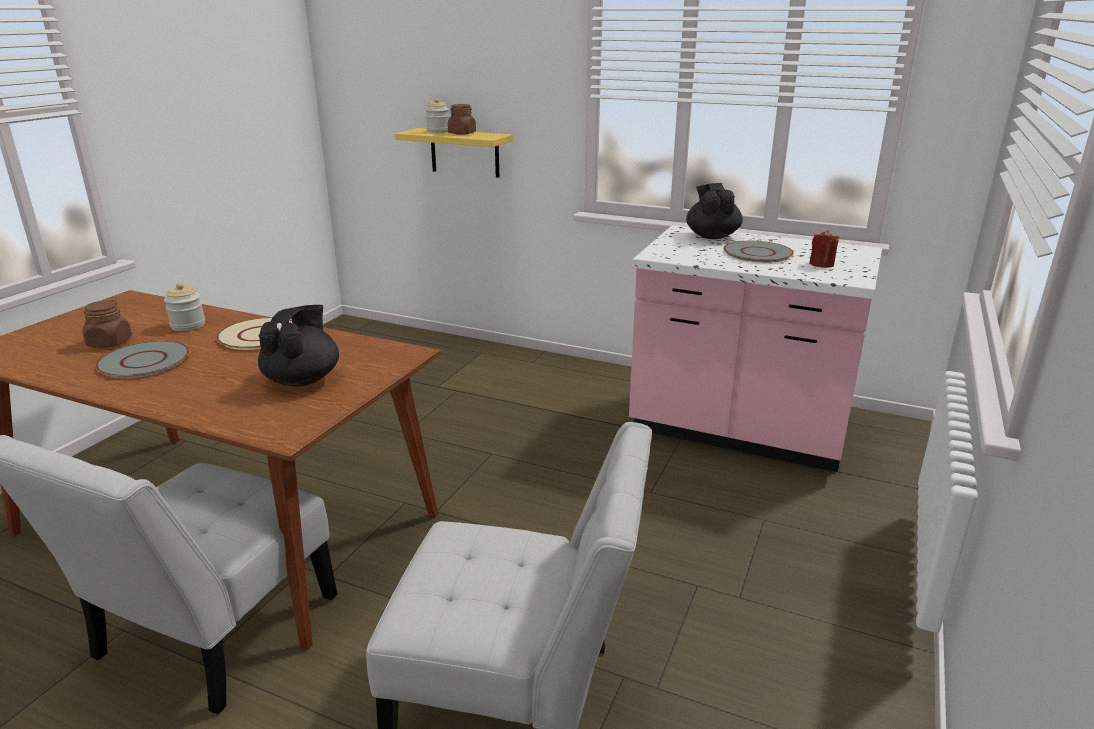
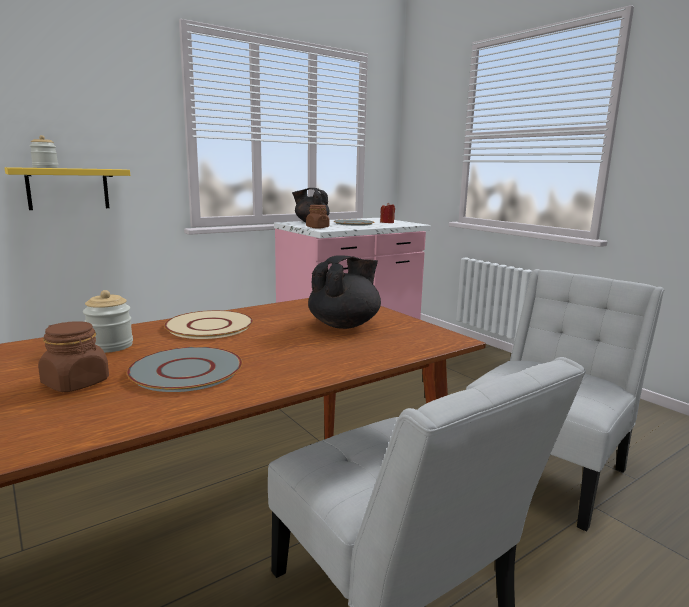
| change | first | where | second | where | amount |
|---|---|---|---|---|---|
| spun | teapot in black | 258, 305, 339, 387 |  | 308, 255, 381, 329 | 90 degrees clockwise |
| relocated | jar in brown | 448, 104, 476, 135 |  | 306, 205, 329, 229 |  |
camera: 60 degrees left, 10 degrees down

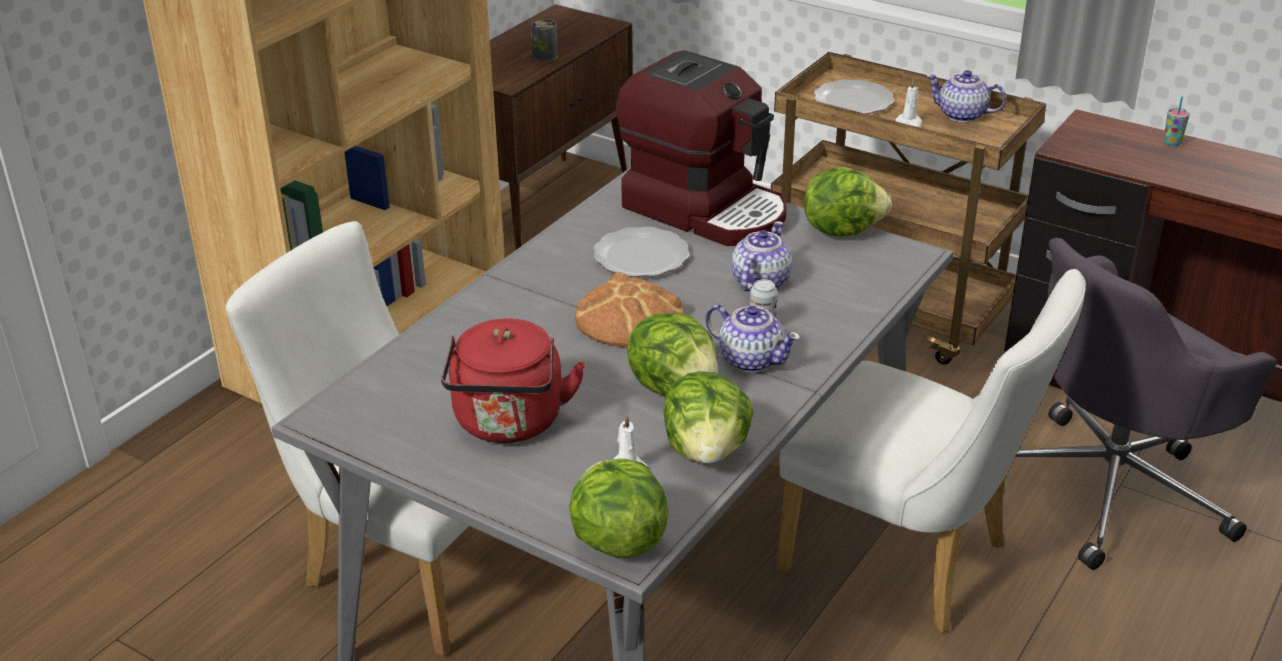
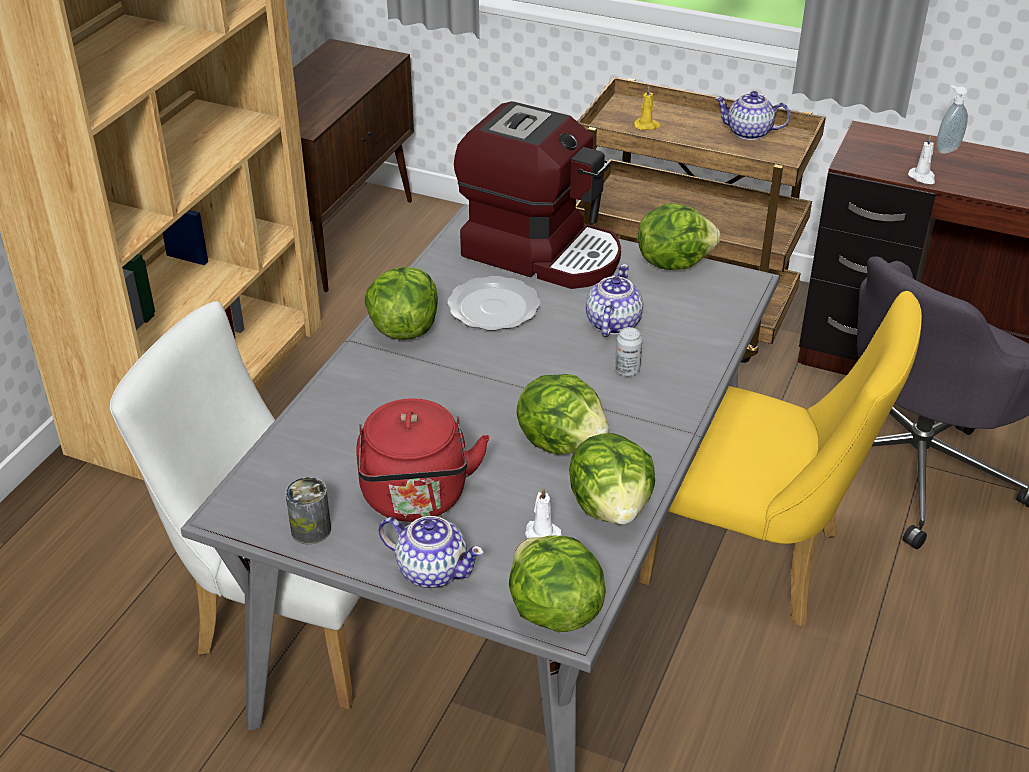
| change | first | where | second | where | amount |
|---|---|---|---|---|---|
| relocated | can | 531, 19, 558, 62 |  | 285, 477, 331, 544 |  |
| missing | bread | 575, 272, 685, 348 |  |  |  |
| relocated | teapot | 705, 305, 800, 373 |  | 378, 516, 484, 588 |  |
| colour | chair in white | 777, 269, 1086, 633 | chair in yellow | 639, 291, 922, 627 |  |
| exchanged | plate | 814, 80, 894, 114 | candle in yellow | 634, 86, 661, 130 |  |
| relocated | candle in white | 896, 78, 922, 127 |  | 908, 135, 935, 184 |  |
| exchanged | cup | 1164, 97, 1190, 147 | soap dispenser | 936, 85, 968, 154 |  |
| appeared |  |  | lettuce | 364, 267, 438, 340 |  |
camera: 10 degrees left, 5 degrees up

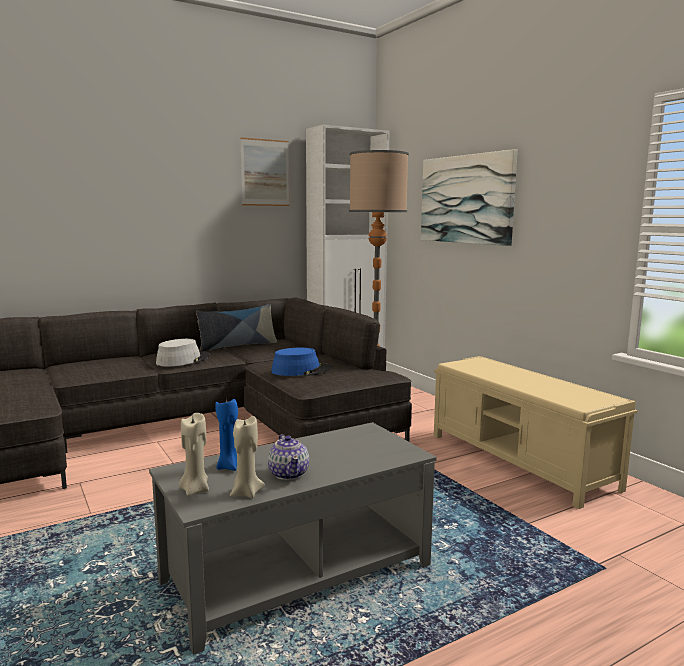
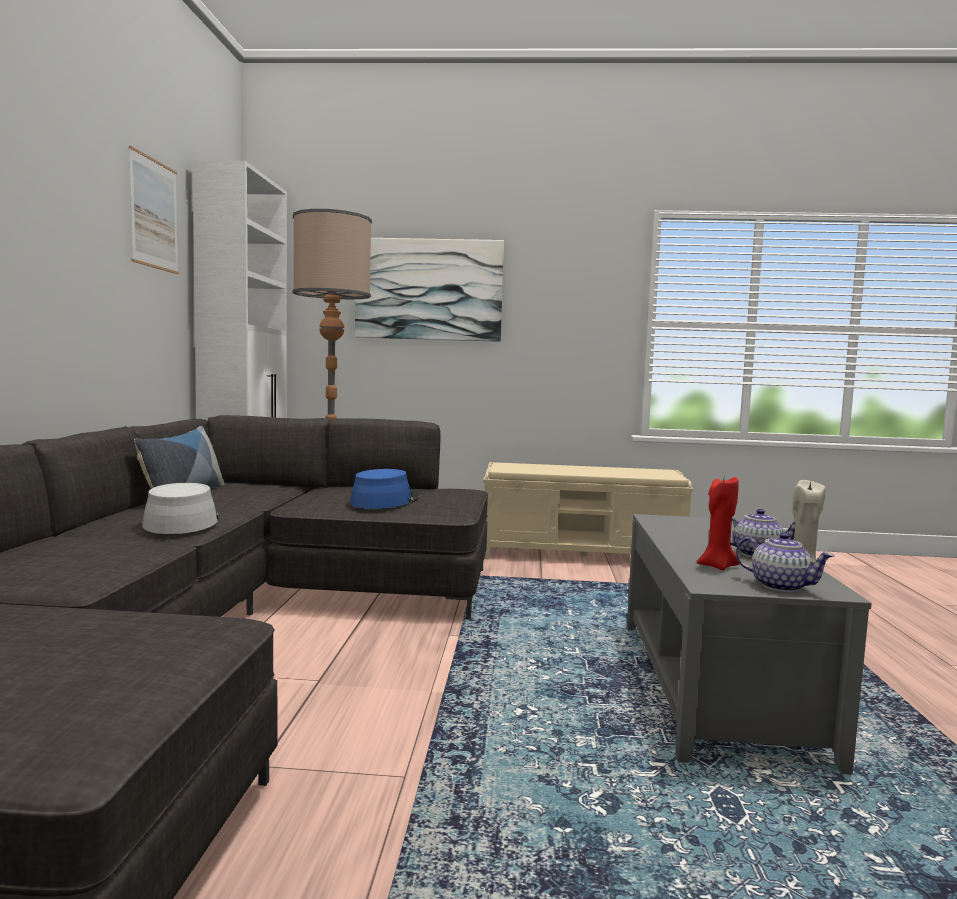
| change | first | where | second | where | amount |
|---|---|---|---|---|---|
| exchanged | candle in beige | 179, 413, 209, 496 | teapot | 736, 532, 834, 592 |  |
| colour | candle in blue | 215, 398, 238, 471 | candle in red | 697, 477, 740, 570 |  |
camera: 55 degrees left, 5 degrees down

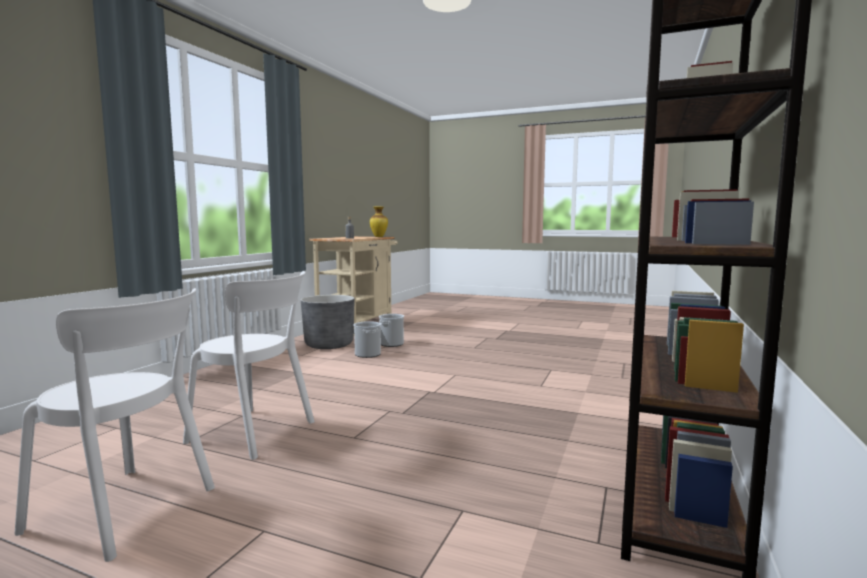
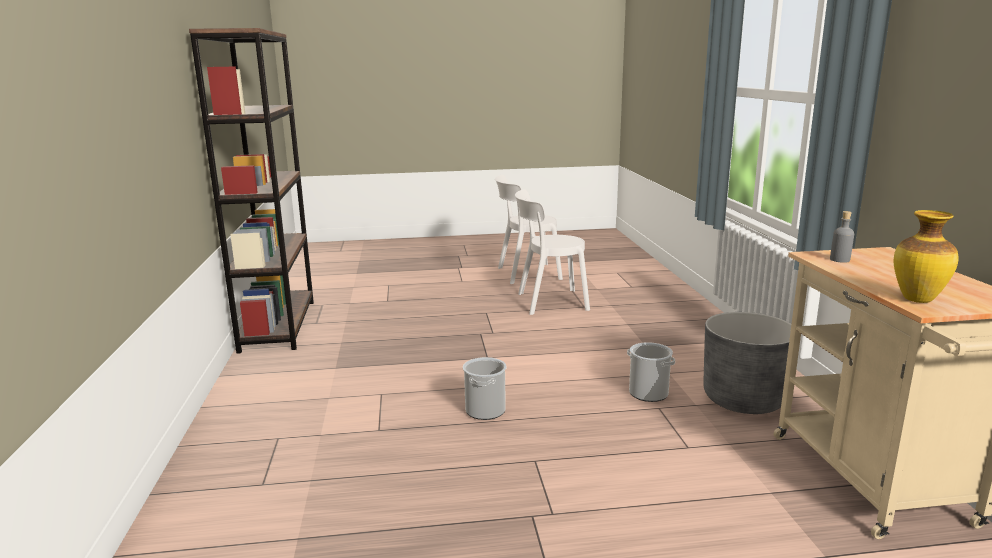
| change | first | where | second | where | amount |
|---|---|---|---|---|---|
| relocated | bucket | 379, 314, 404, 347 |  | 463, 357, 506, 420 |  |
camera: 150 degrees right, 10 degrees up

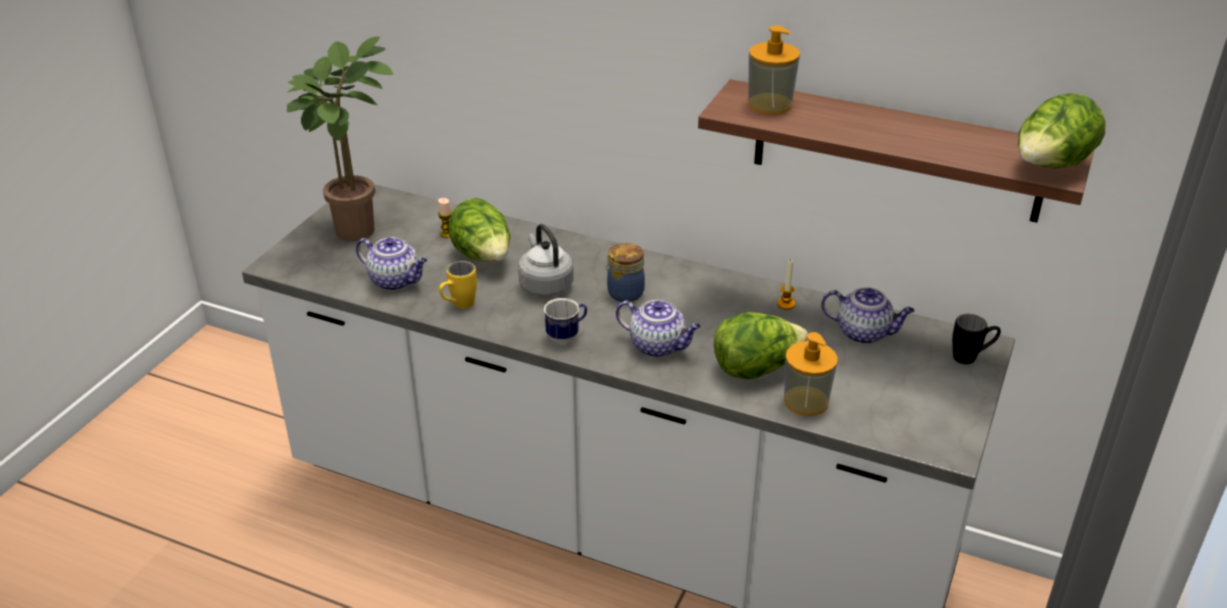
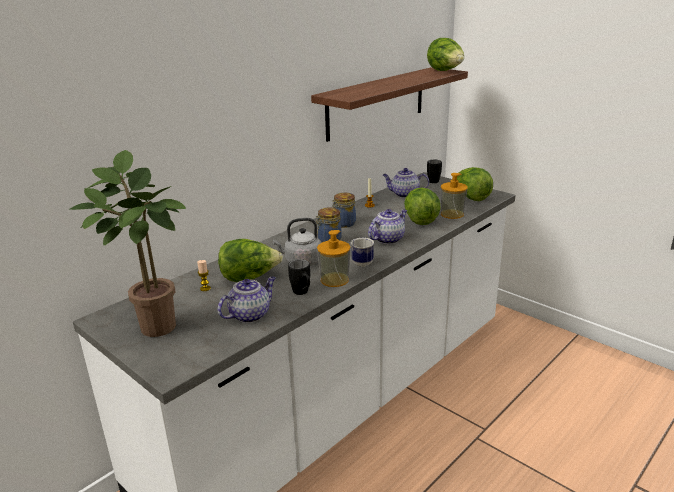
| change | first | where | second | where | amount |
|---|---|---|---|---|---|
| colour | mug in yellow | 439, 261, 477, 309 | mug in black | 288, 259, 310, 295 |  |
| relocated | soap dispenser | 748, 25, 800, 114 |  | 317, 230, 350, 287 |  |
| spun | teapot | 821, 287, 915, 344 |  | 383, 168, 429, 198 | 120 degrees counterclockwise |
| appeared |  |  | jar | 332, 193, 356, 228 |  |
| appeared |  |  | lettuce | 457, 167, 493, 201 |  |
camera: 70 degrees left, 10 degrees down

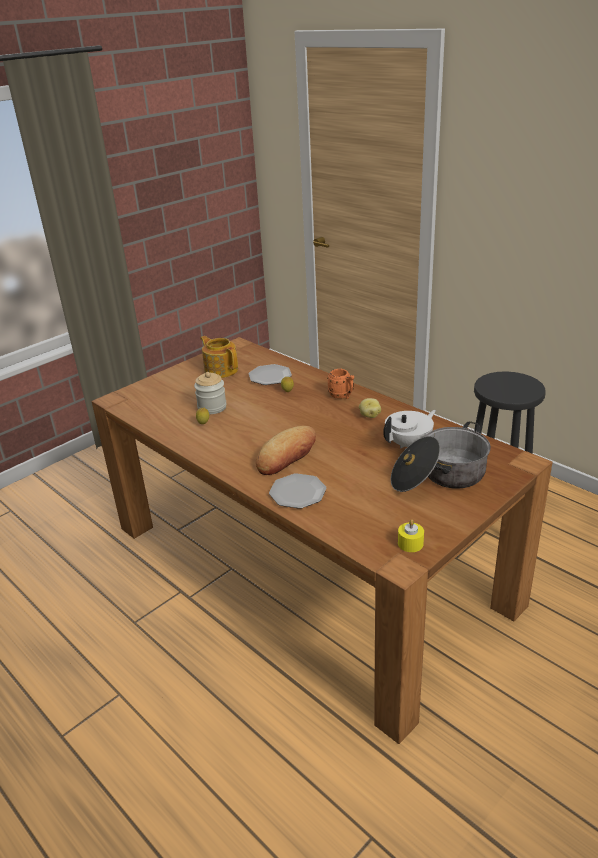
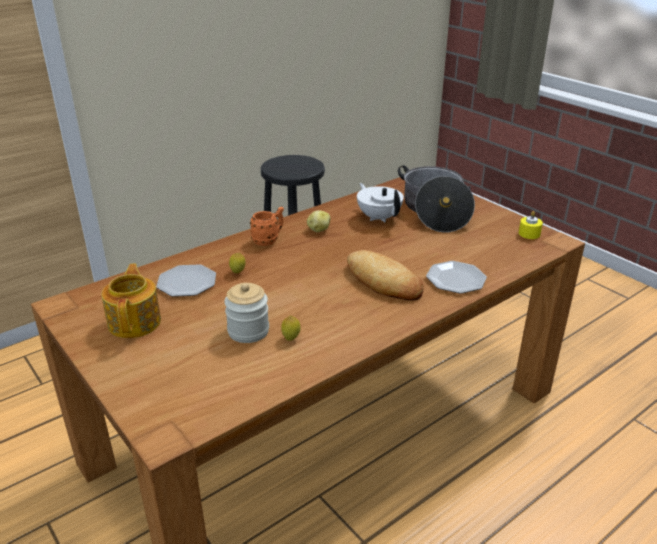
| change | first | where | second | where | amount |
|---|---|---|---|---|---|
| spun | teapot | 200, 336, 238, 378 |  | 101, 264, 161, 338 | 120 degrees clockwise |
camera: 85 degrees left, 0 degrees up

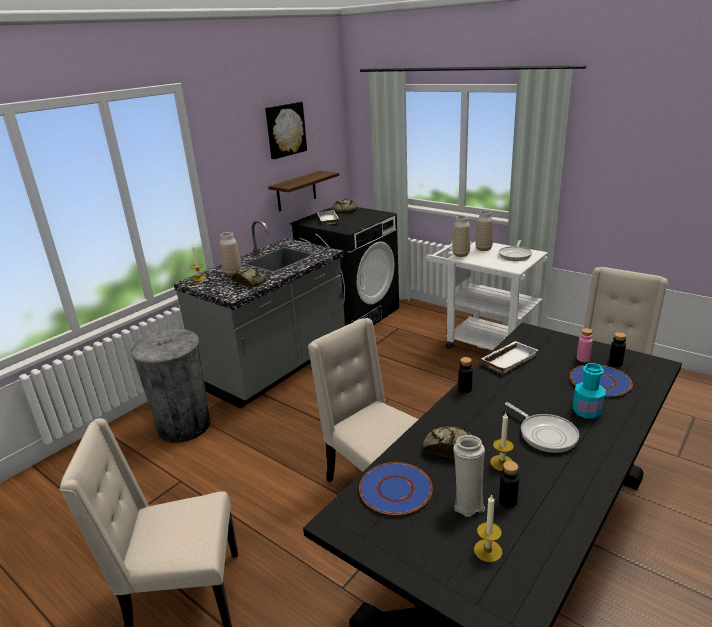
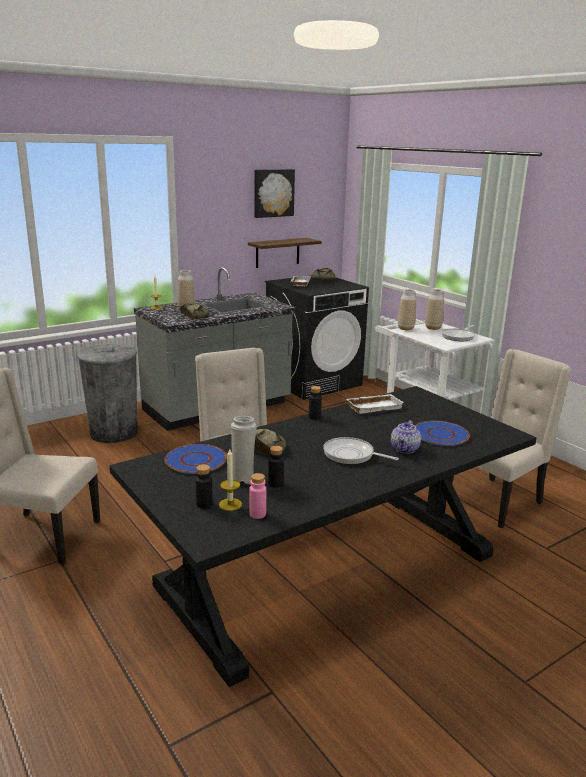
| change | first | where | second | where | amount |
|---|---|---|---|---|---|
| missing | candle | 490, 413, 514, 471 |  |  |  |
| spun | frying pan | 505, 402, 579, 453 |  | 323, 437, 399, 464 | 135 degrees clockwise |
| exchanged | bottle in turquoise | 572, 363, 606, 419 | teapot | 391, 420, 421, 454 |  |
| relocated | bottle in pink | 577, 328, 593, 362 |  | 249, 473, 266, 519 |  |
| relocated | bottle in black | 609, 332, 626, 367 |  | 195, 464, 213, 509 |  |
camera: 15 degrees right, 5 degrees down

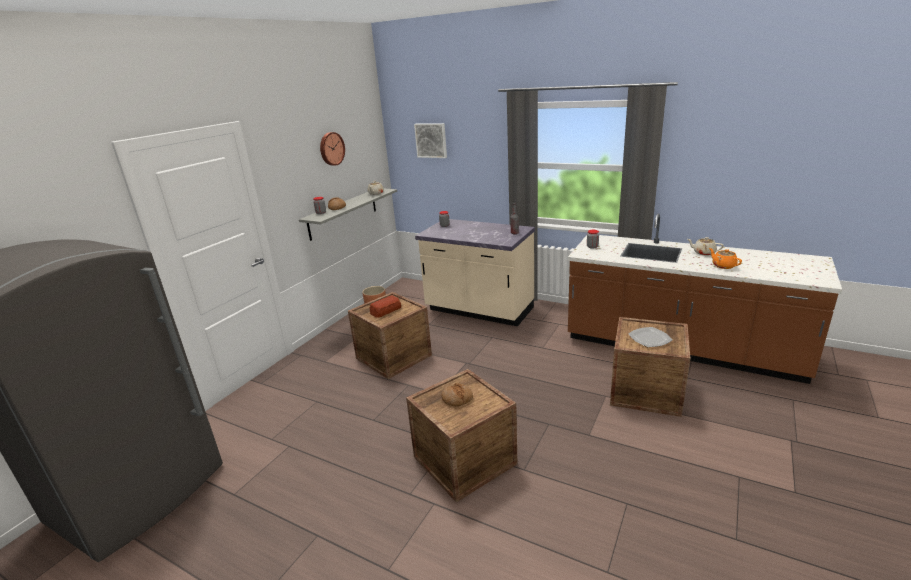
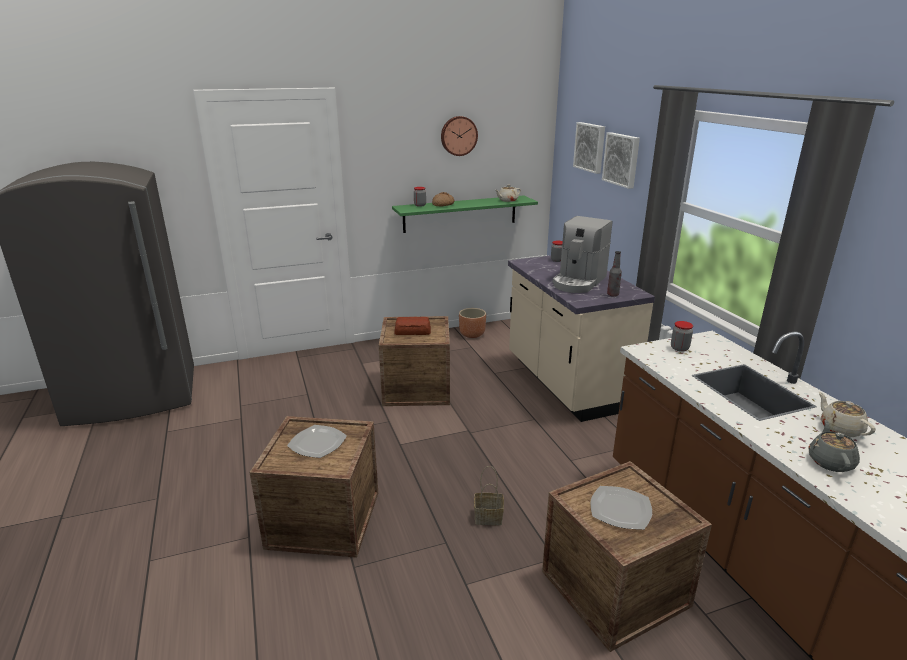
| change | first | where | second | where | amount |
|---|---|---|---|---|---|
| colour | shelf in grey | 299, 189, 397, 241 | shelf in green | 392, 196, 538, 233 |  |
| exchanged | bread | 441, 383, 473, 406 | plate | 287, 425, 347, 458 |  |
| colour | teapot in orange | 709, 248, 742, 269 | teapot in grey | 809, 420, 860, 472 |  |
| appeared |  |  | basket | 474, 466, 504, 525 |  |
| appeared |  |  | coffee machine | 553, 216, 612, 293 |  |
| appeared |  |  | picture | 602, 132, 640, 189 |  |
camera: 40 degrees right, 0 degrees up

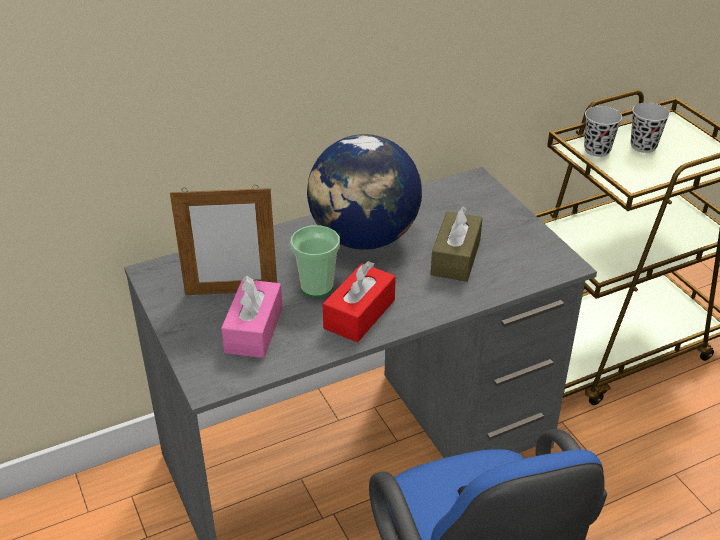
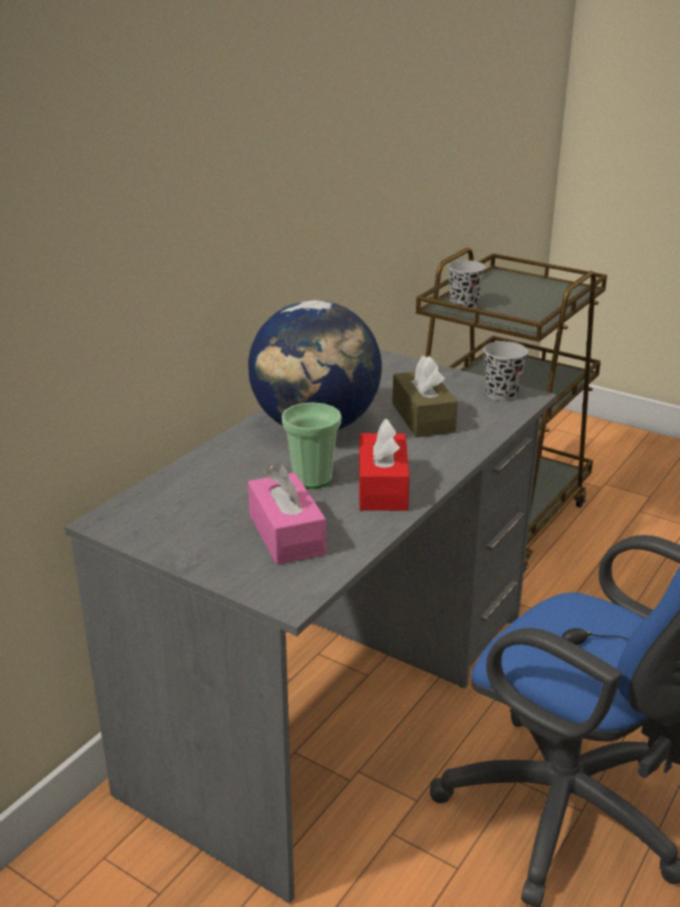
| change | first | where | second | where | amount |
|---|---|---|---|---|---|
| missing | picture frame | 170, 185, 277, 295 |  |  |  |
| relocated | cup in black | 631, 103, 670, 153 |  | 483, 341, 528, 401 |  |
camera: 30 degrees left, 10 degrees down

